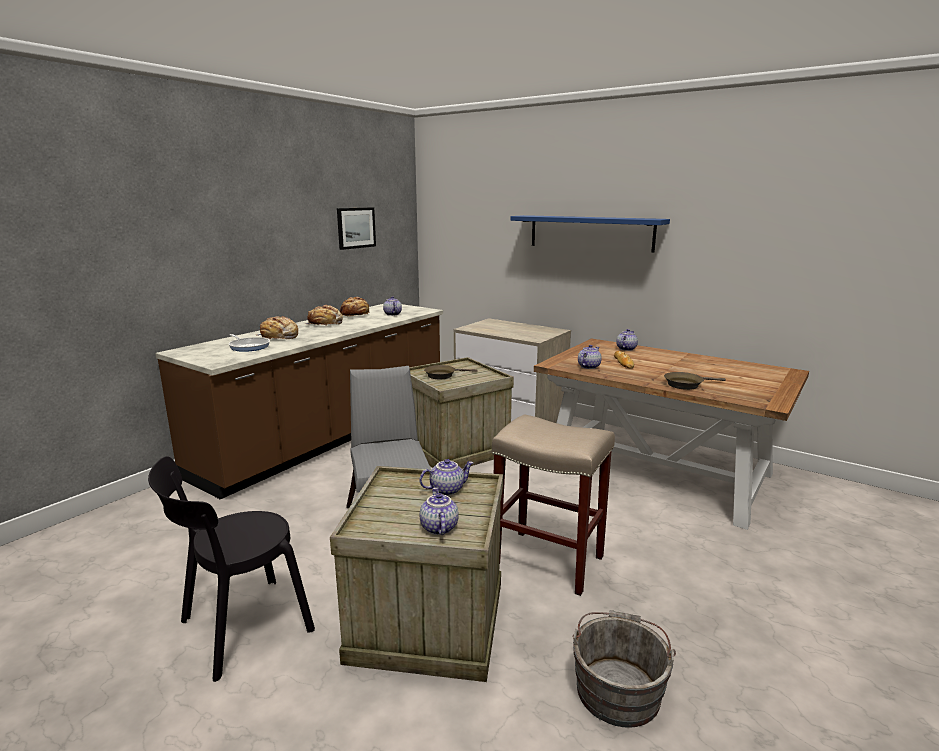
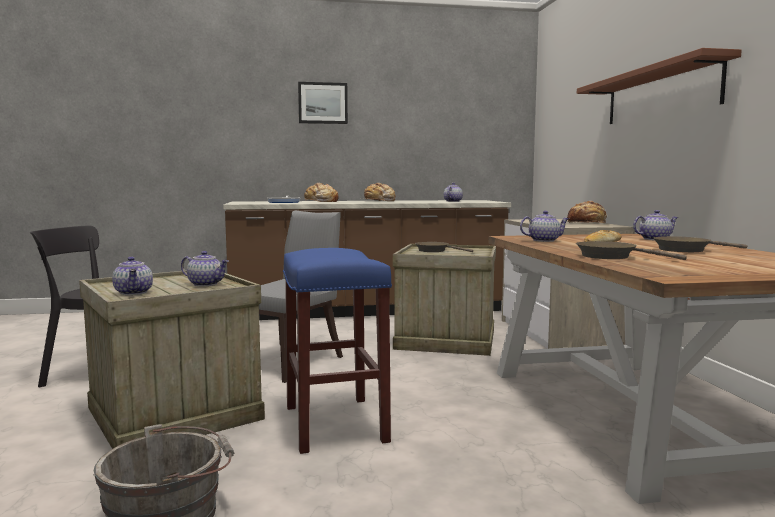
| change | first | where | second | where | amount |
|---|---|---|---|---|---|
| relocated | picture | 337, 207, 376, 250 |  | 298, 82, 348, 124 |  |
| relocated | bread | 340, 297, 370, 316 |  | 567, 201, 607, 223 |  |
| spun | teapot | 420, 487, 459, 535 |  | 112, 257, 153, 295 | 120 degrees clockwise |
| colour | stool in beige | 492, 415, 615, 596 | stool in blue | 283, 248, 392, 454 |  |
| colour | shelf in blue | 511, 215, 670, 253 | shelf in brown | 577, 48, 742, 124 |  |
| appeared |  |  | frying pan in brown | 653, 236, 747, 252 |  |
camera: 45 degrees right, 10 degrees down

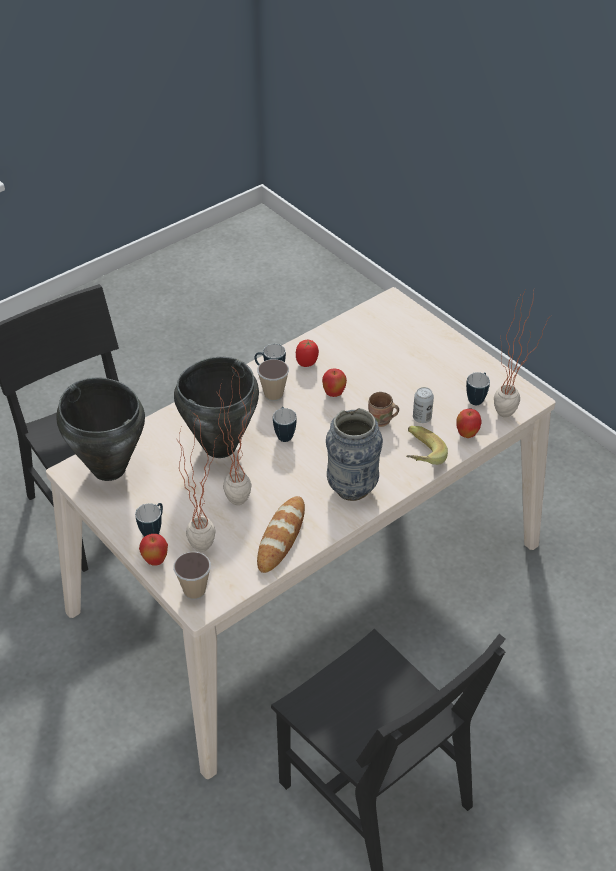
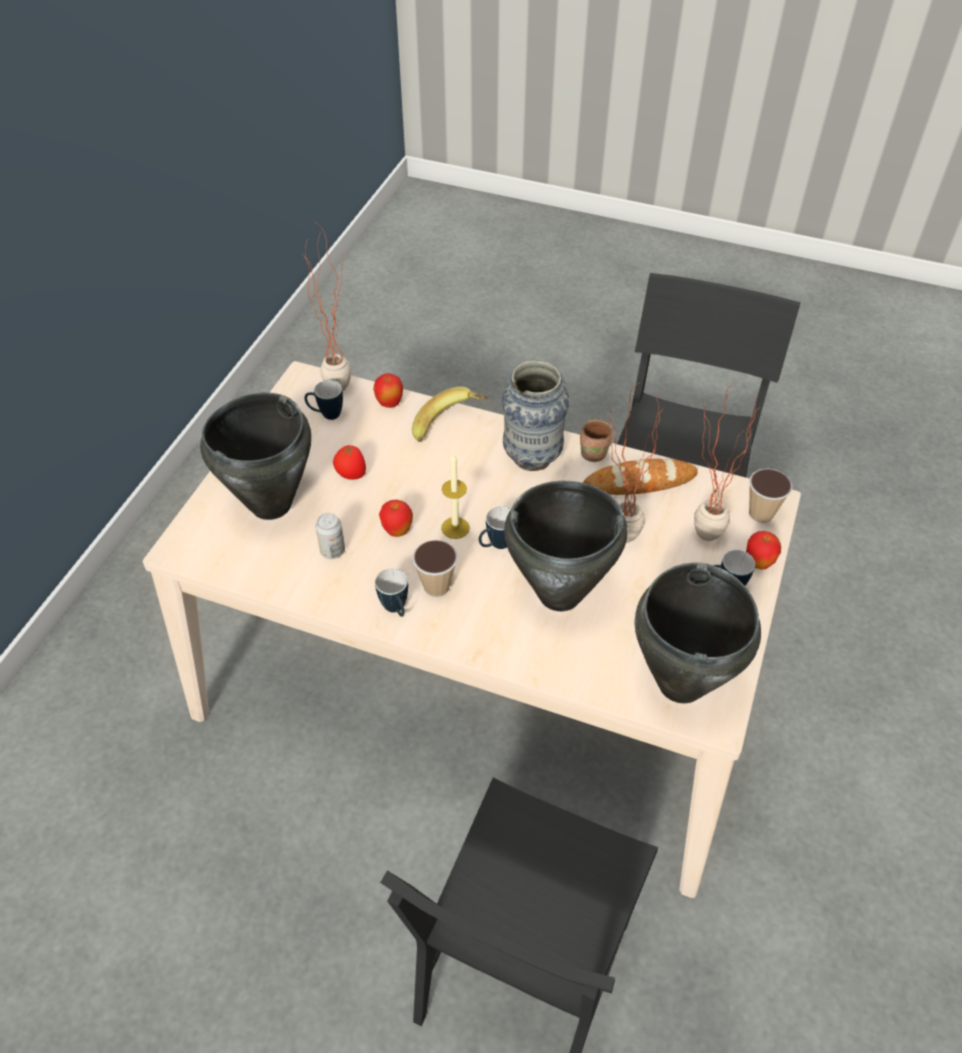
| change | first | where | second | where | amount |
|---|---|---|---|---|---|
| relocated | tomato | 296, 340, 319, 367 |  | 333, 445, 366, 480 |  |
| relocated | mug in brown | 368, 392, 399, 427 |  | 580, 419, 612, 462 |  |
| relocated | can | 413, 387, 434, 423 |  | 315, 513, 345, 559 |  |
| appeared |  |  | cooking pot in black | 200, 392, 311, 520 |  |
| appeared |  |  | candle | 441, 454, 470, 539 |  |
camera: 120 degrees left, 5 degrees up

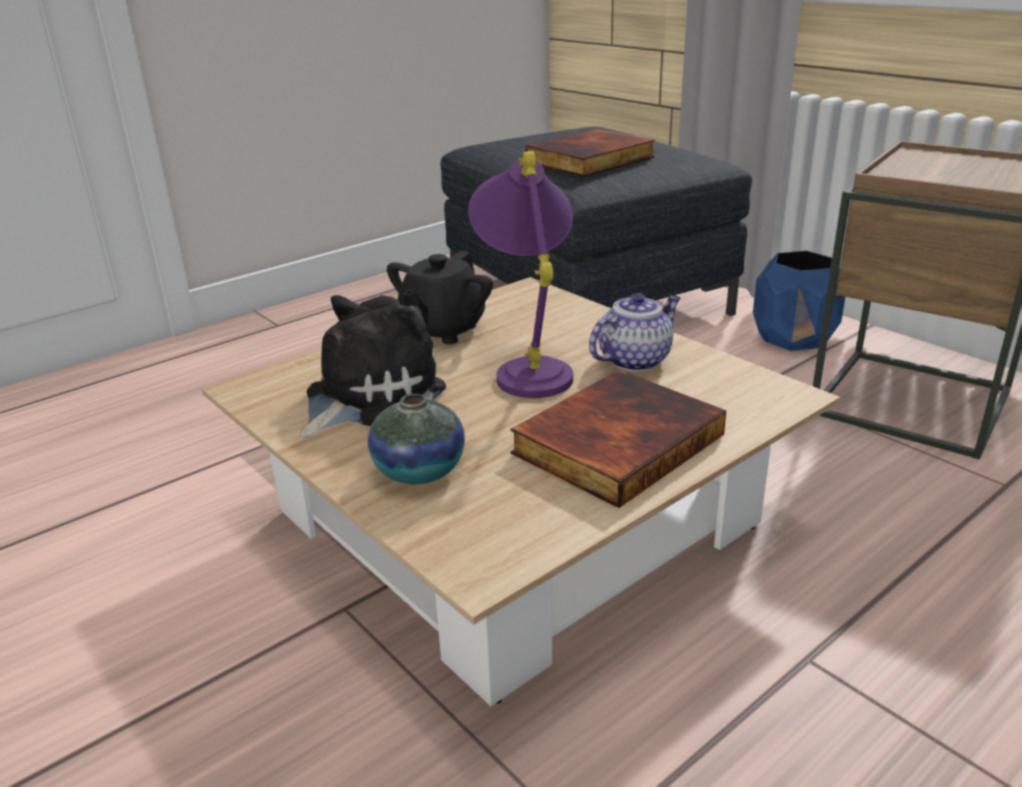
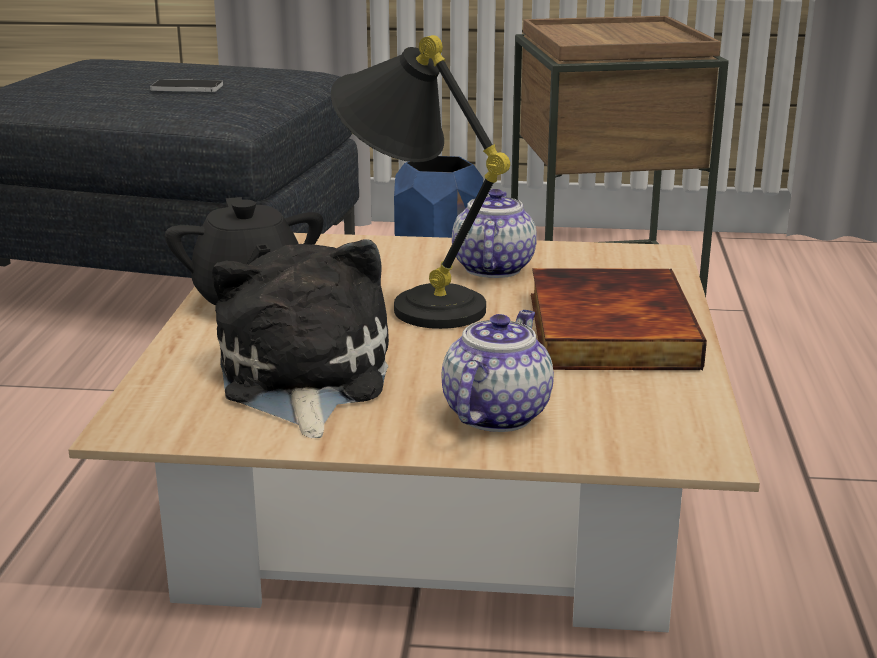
| change | first | where | second | where | amount |
|---|---|---|---|---|---|
| exchanged | vase | 368, 394, 465, 484 | teapot | 442, 310, 554, 432 |  |
| colour | table lamp in purple | 468, 151, 573, 398 | table lamp in black | 330, 35, 510, 329 |  |
| exchanged | book | 525, 129, 655, 177 | phone | 150, 79, 223, 92 |  |
camera: 45 degrees left, 5 degrees down

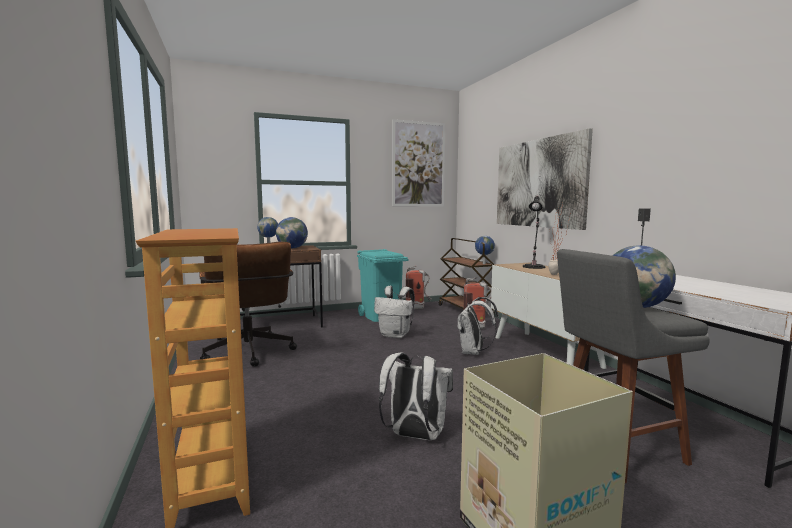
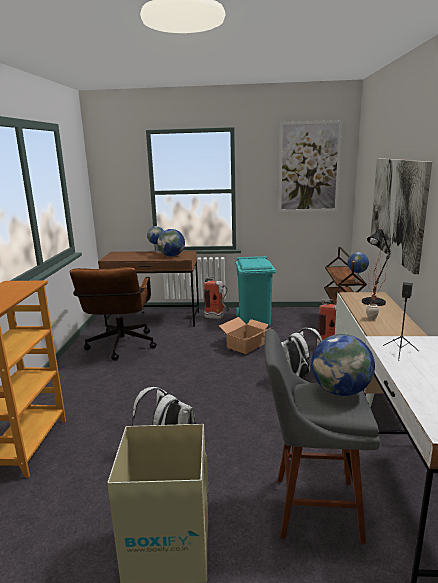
| change | first | where | second | where | amount |
|---|---|---|---|---|---|
| exchanged | backpack in white | 374, 286, 415, 338 | cardboard box | 219, 317, 271, 354 |  |
| relocated | fire extinguisher | 406, 266, 432, 309 |  | 204, 277, 230, 319 |  |
camera: 25 degrees right, 10 degrees up

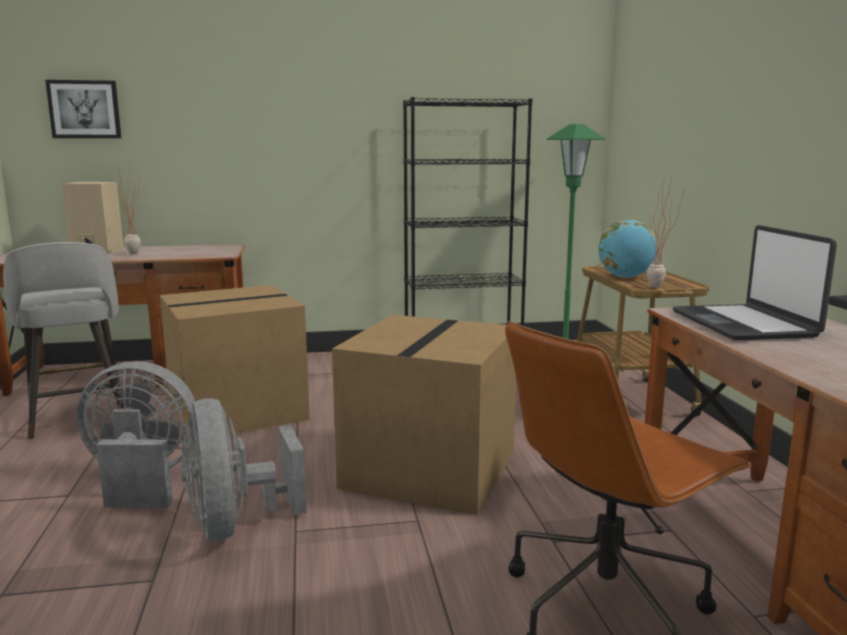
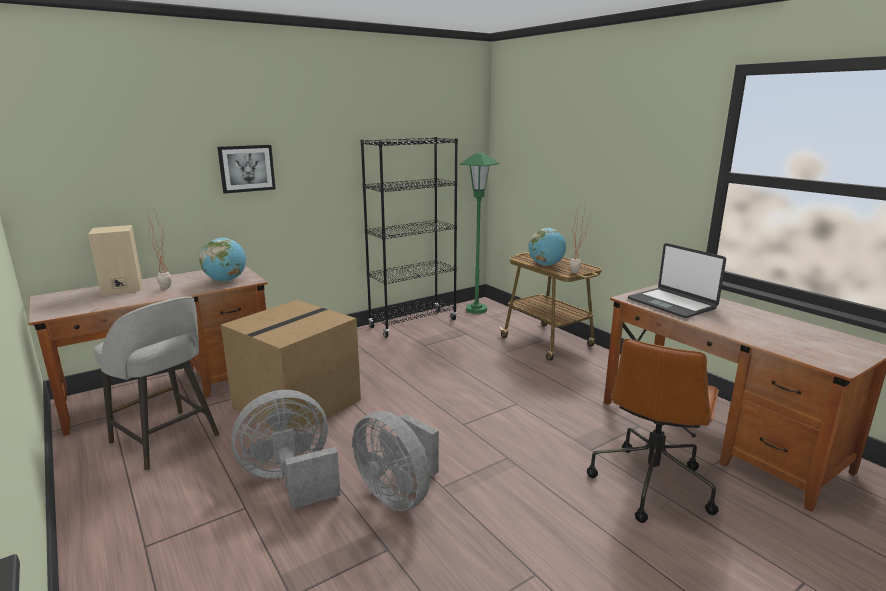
| change | first | where | second | where | amount |
|---|---|---|---|---|---|
| relocated | picture | 45, 80, 121, 138 |  | 217, 145, 276, 194 |  |
| missing | cardboard box | 332, 315, 516, 515 |  |  |  |
| appeared |  |  | globe | 200, 238, 246, 282 |  |
camera: 25 degrees left, 5 degrees up

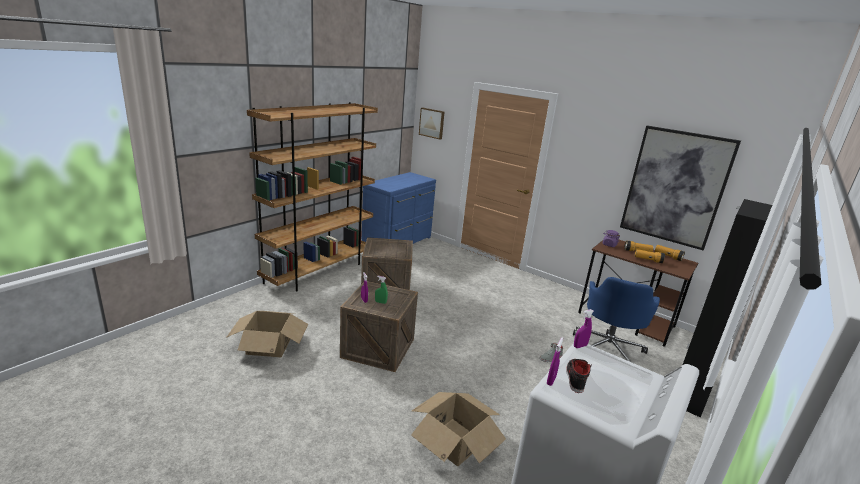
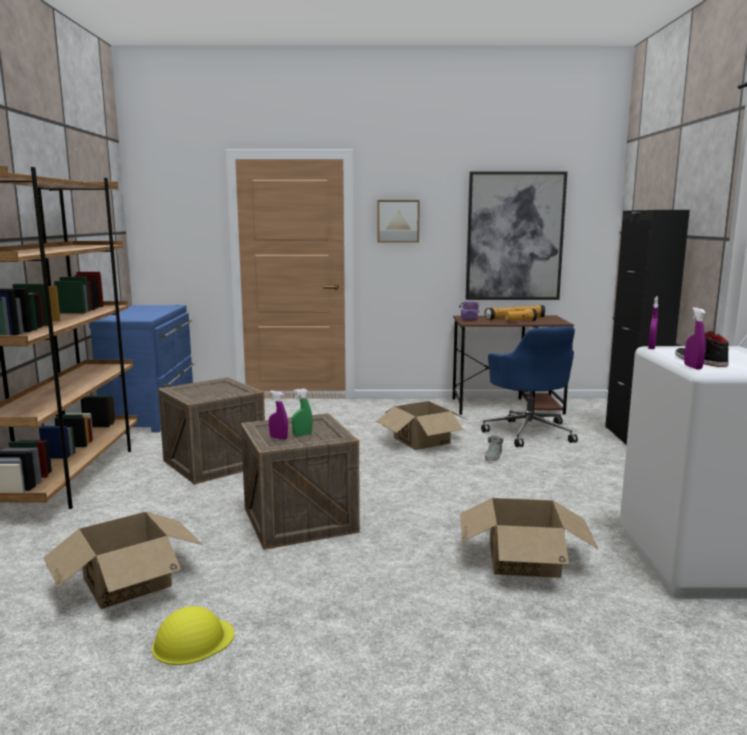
| change | first | where | second | where | amount |
|---|---|---|---|---|---|
| relocated | picture | 419, 108, 445, 139 |  | 377, 200, 420, 243 |  |
| appeared |  |  | hard hat in yellow | 152, 606, 234, 665 |  |
| appeared |  |  | cardboard box | 376, 401, 467, 450 |  |
camera: 35 degrees left, 10 degrees down

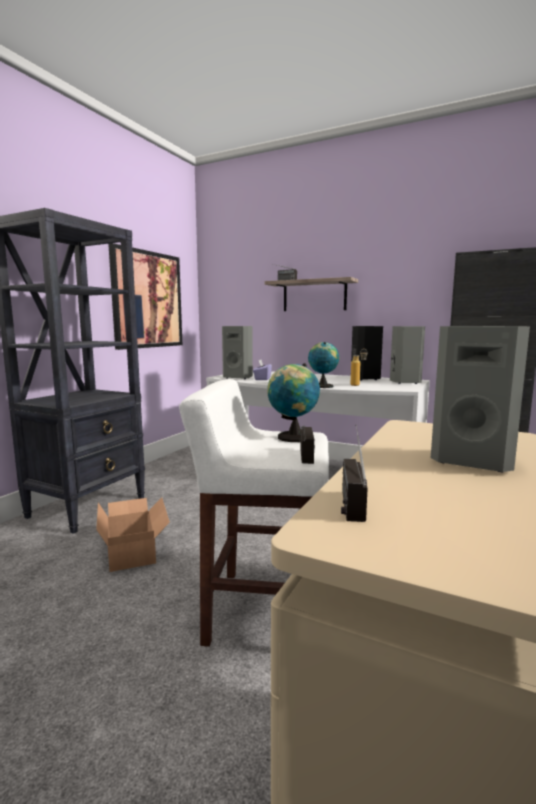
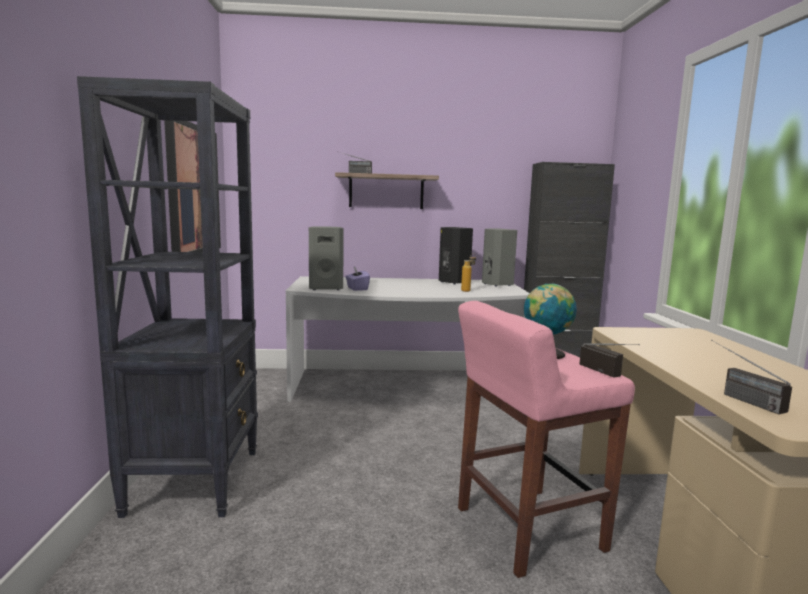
| change | first | where | second | where | amount |
|---|---|---|---|---|---|
| missing | cardboard box | 96, 497, 170, 572 |  |  |  |
| colour | stool in white | 179, 379, 329, 647 | stool in pink | 458, 301, 635, 578 |  |
| missing | globe | 308, 342, 339, 388 |  |  |  |
| missing | speaker in grey | 431, 326, 530, 472 |  |  |  |
camera: 30 degrees left, 0 degrees up

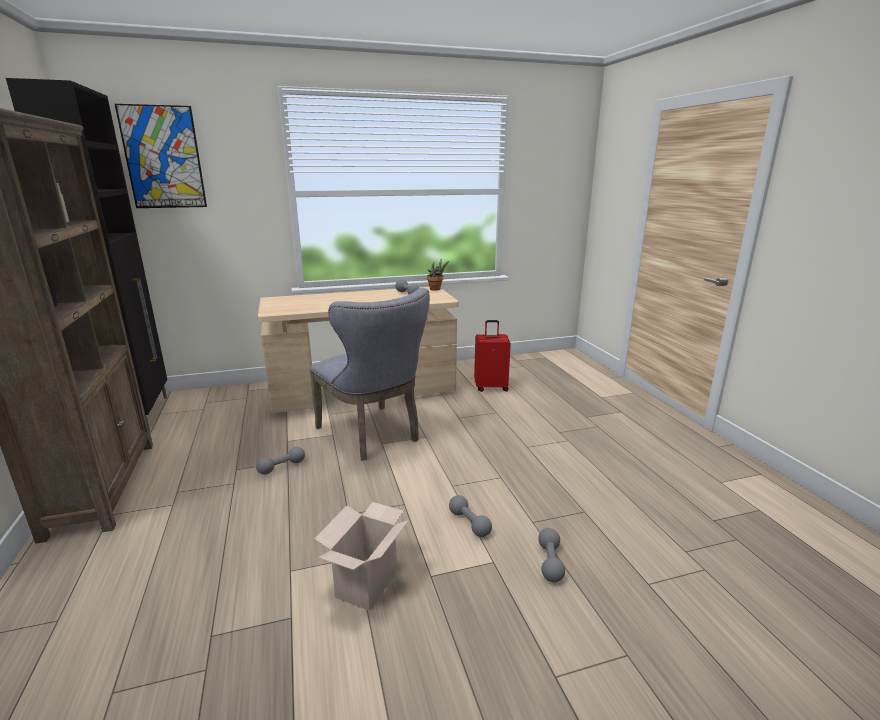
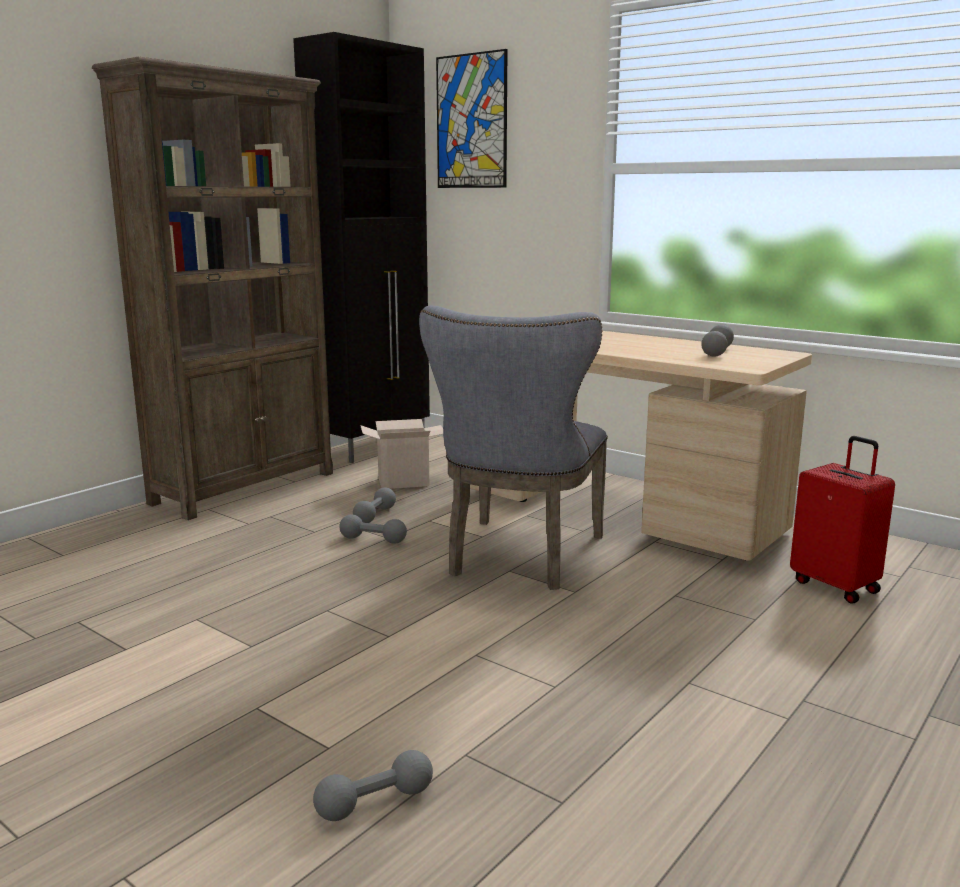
| change | first | where | second | where | amount |
|---|---|---|---|---|---|
| relocated | cardboard box | 314, 502, 409, 611 |  | 360, 419, 443, 489 |  |
| missing | potted plant | 427, 260, 449, 291 |  |  |  |
| relocated | dumbbell in grey | 449, 495, 492, 537 |  | 353, 488, 396, 523 |  |
camera: 55 degrees right, 5 degrees down

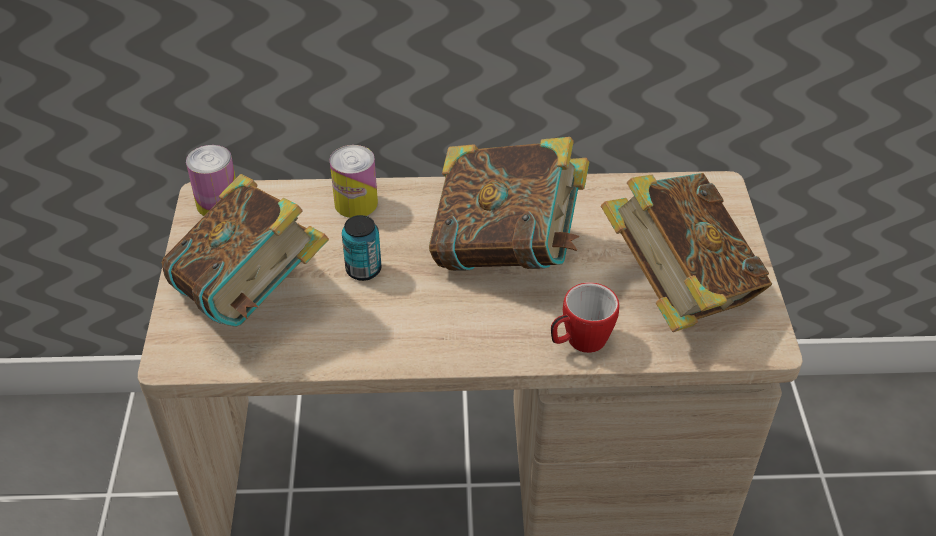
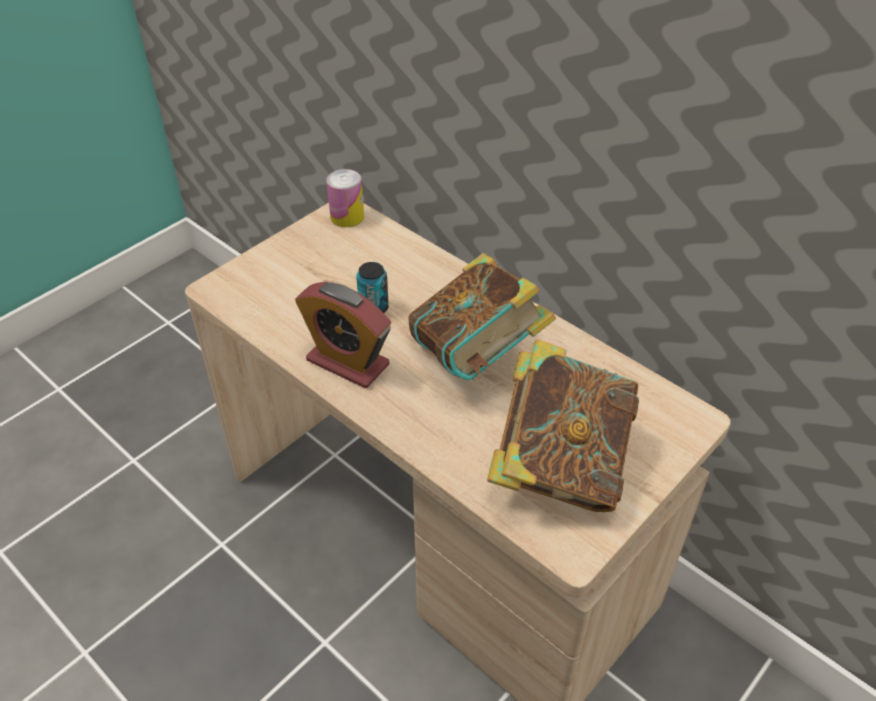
| change | first | where | second | where | amount |
|---|---|---|---|---|---|
| missing | book | 162, 174, 329, 327 |  |  |  |
| missing | can | 330, 145, 378, 218 |  |  |  |
| missing | mug | 551, 283, 619, 353 |  |  |  |
| appeared |  |  | alarm clock | 295, 282, 391, 388 |  |
camera: 45 degrees right, 0 degrees up

